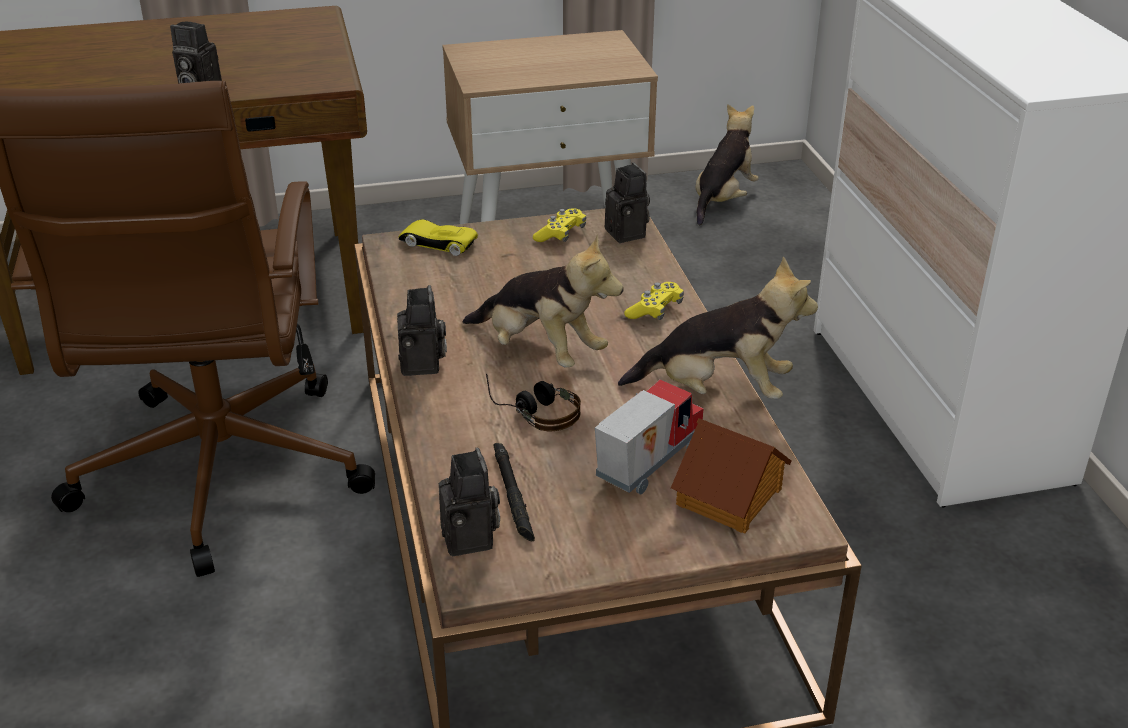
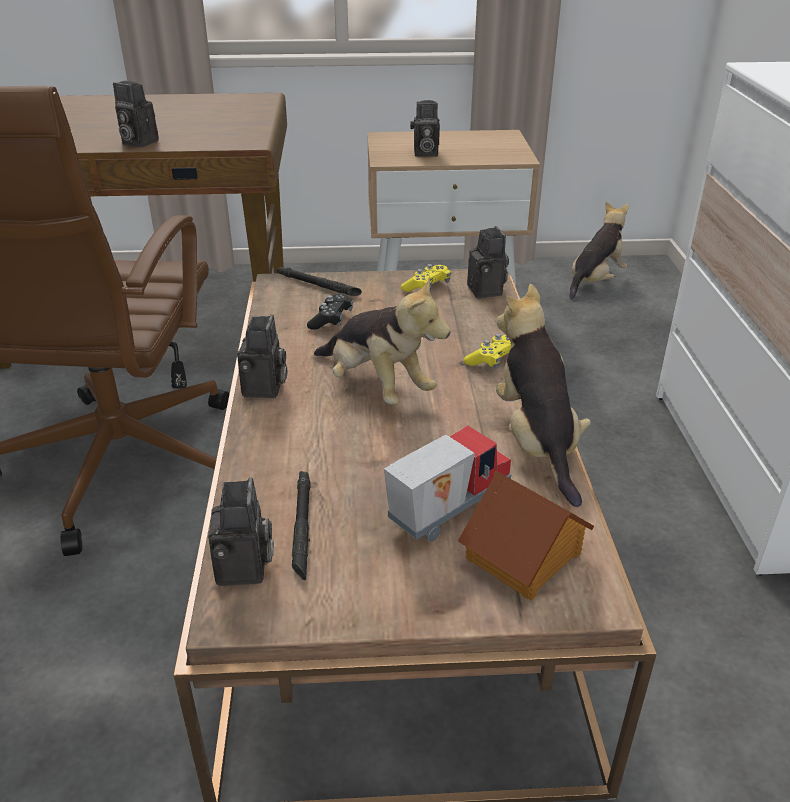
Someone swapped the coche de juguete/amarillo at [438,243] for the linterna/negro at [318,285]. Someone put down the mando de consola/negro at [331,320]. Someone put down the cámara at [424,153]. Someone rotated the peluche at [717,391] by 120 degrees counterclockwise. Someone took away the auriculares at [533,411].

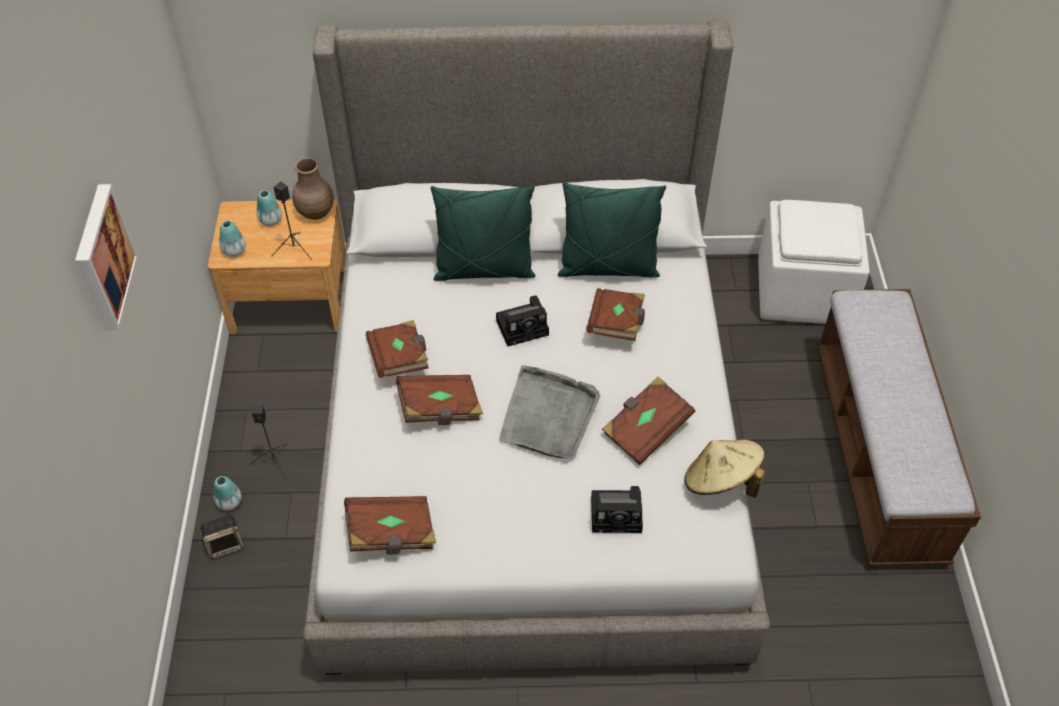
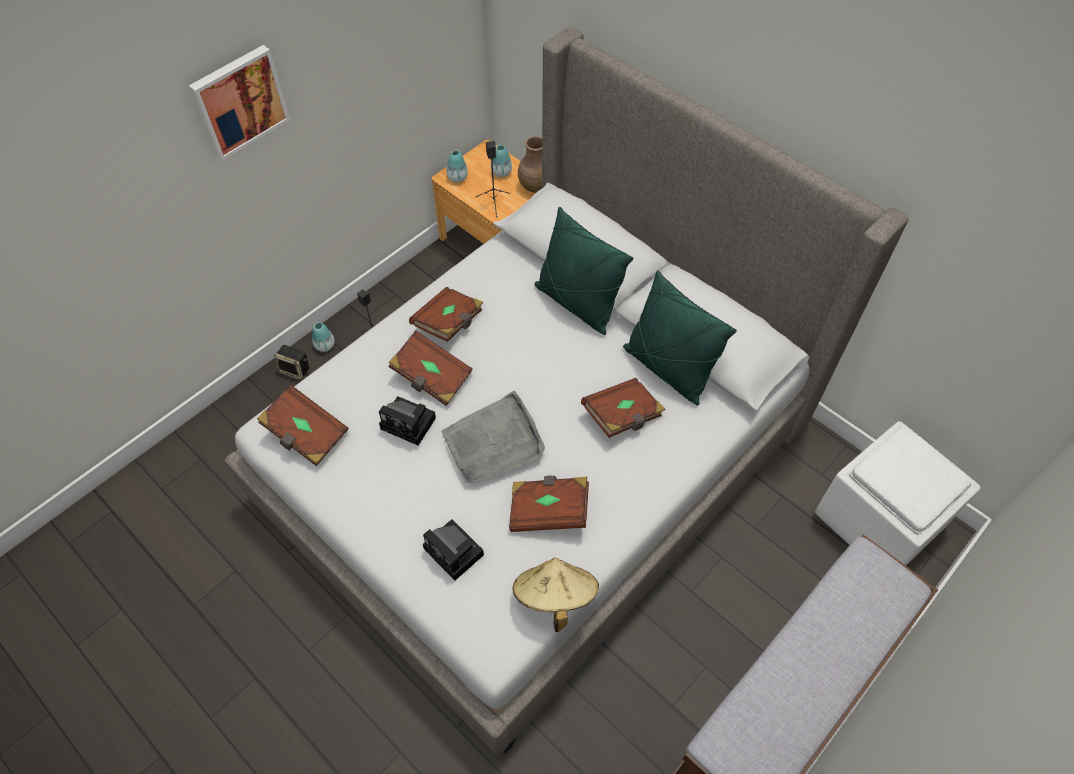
Someone carried the cámara from [524,326] to [410,424].

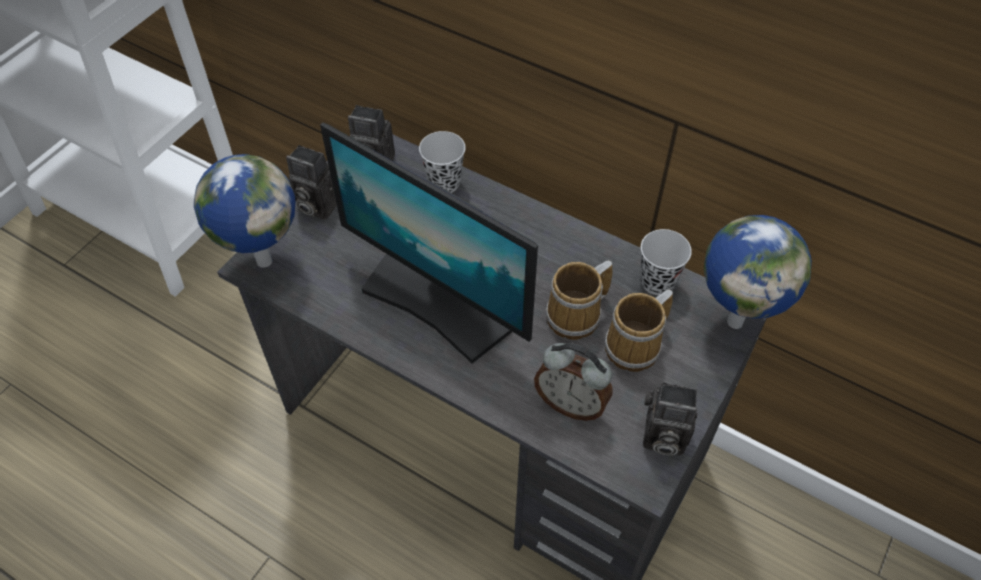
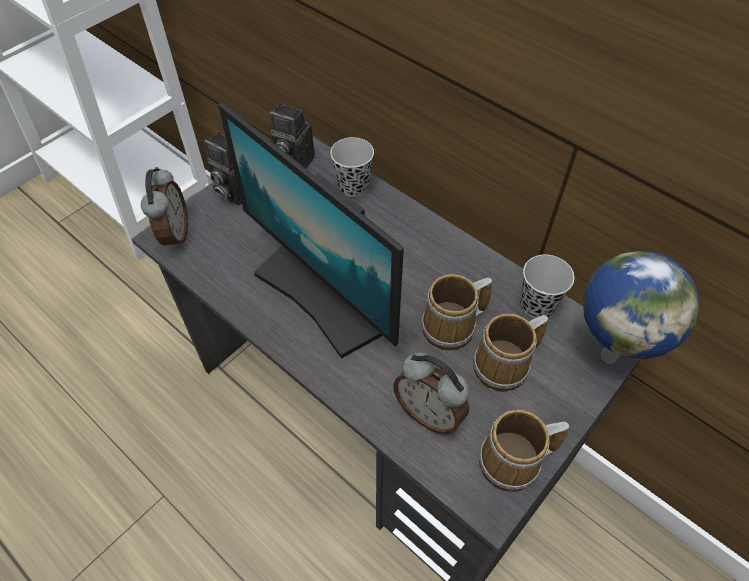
Someone swapped the globo terráqueo at [263,260] for the despertador at [174,234]. Someone swapped the cámara at [661,437] for the taza grande at [514,463].

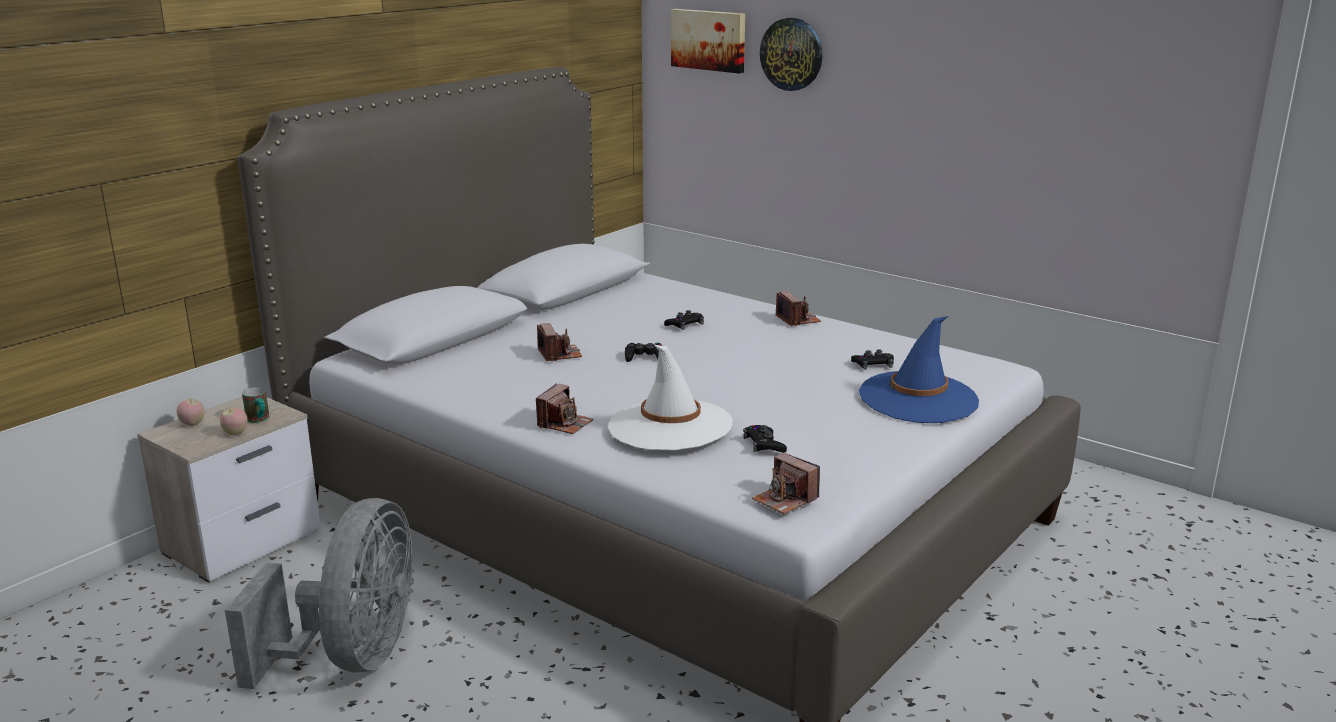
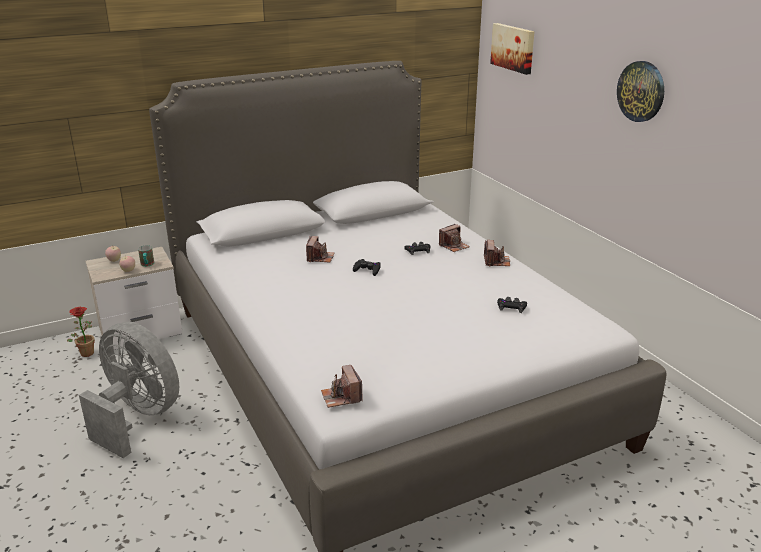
Someone put down the planta en maceta at [86,352]. Someone rotated the ventilador/gris at [353,657] by 90 degrees counterclockwise. Someone carried the cámara from [564,424] to [454,246]. Someone carried the reloj de pared from [792,54] to [641,91]. Someone took away the sombrero/blanco at [670,426]. Someone took away the mando de consola/negro at [763,445]. Someone took away the sombrero/azul at [918,398].

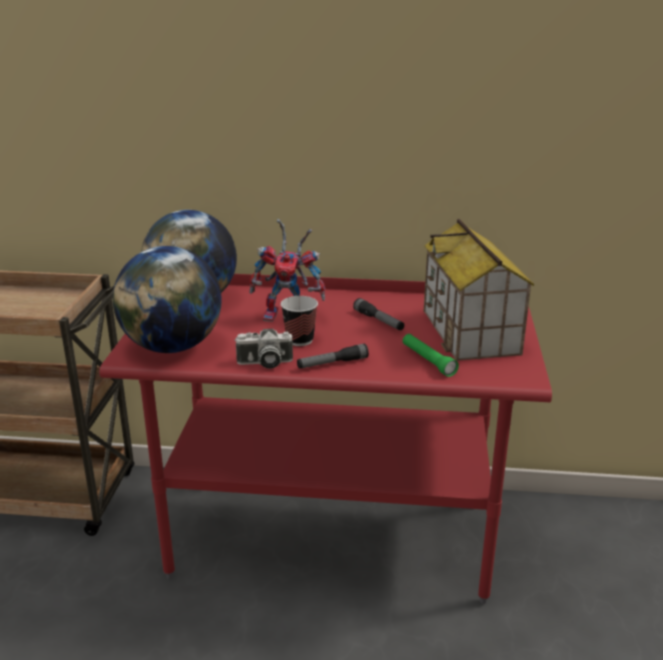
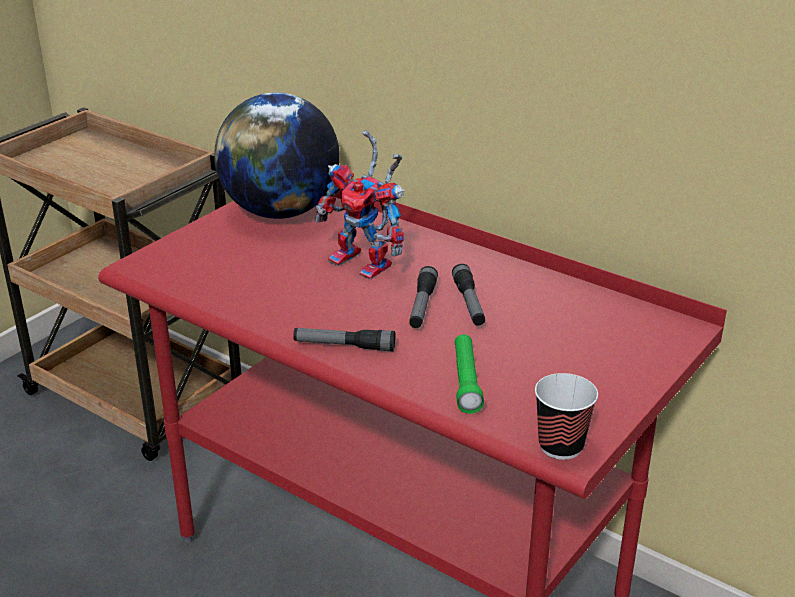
Someone put down the linterna at [422,306]. Someone carried the taza from [300,340] to [561,446]. Someone took away the globo terráqueo at [172,347]. Someone took away the cámara at [264,363]. Someone took away the casita at [471,332].

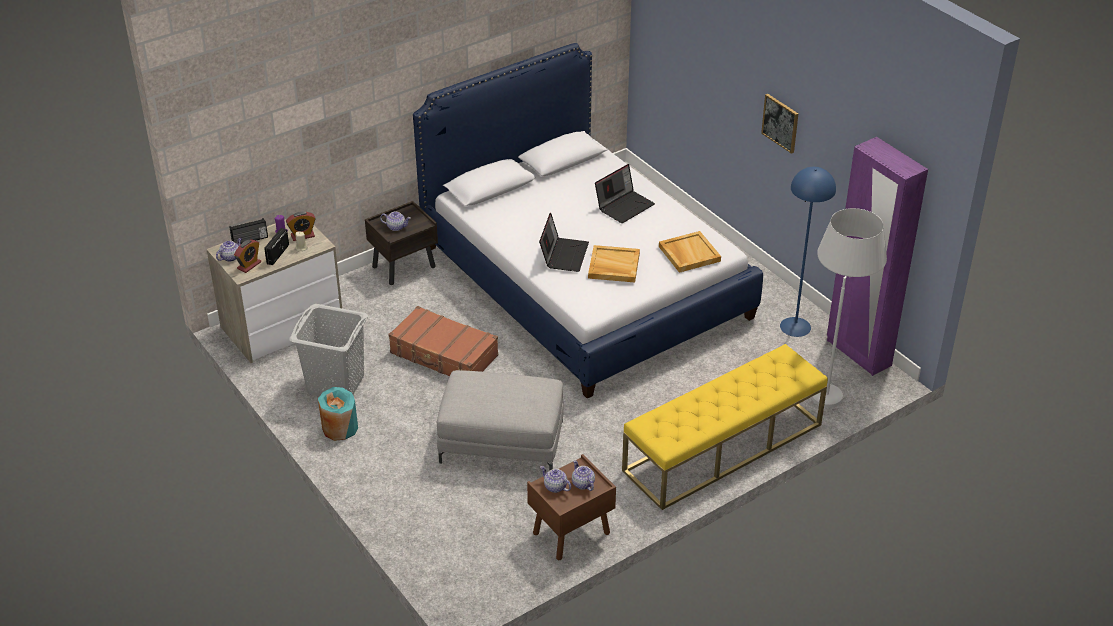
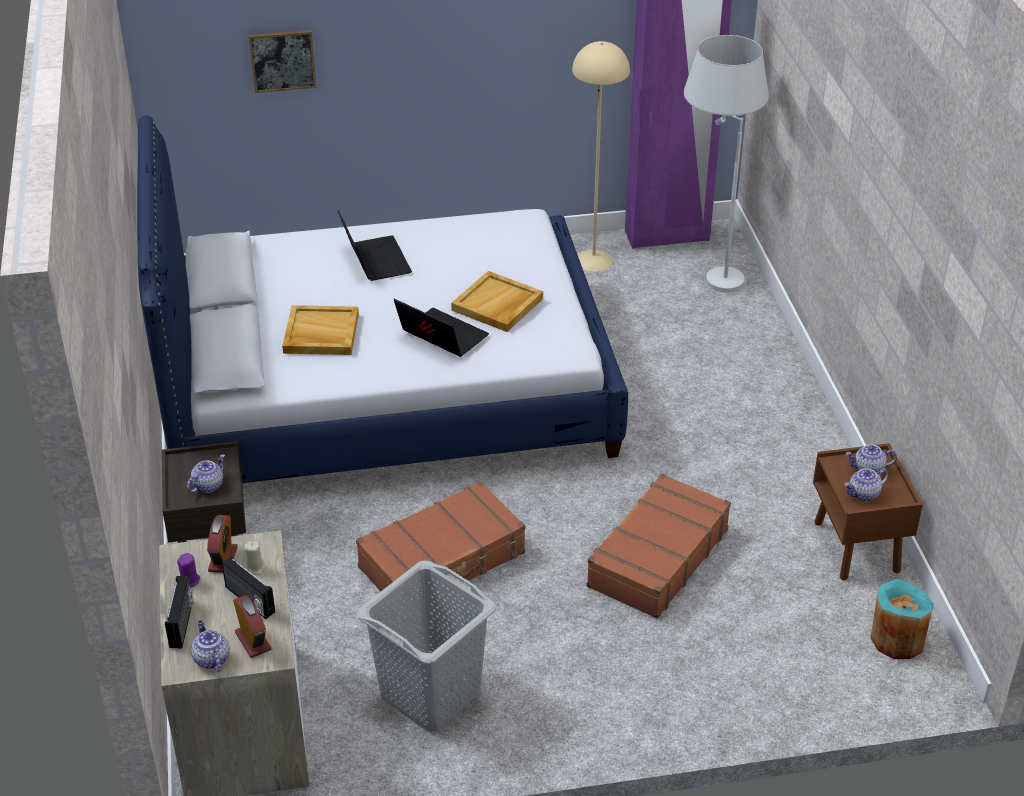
Someone carried the cuadro from [780,123] to [282,60]. Someone carried the bandeja/beis from [688,253] to [320,334]. Someone repainted the lámpara de pie/azul at [795,327], which became the lámpara de pie/beis at [594,260]. Someone swapped the puf/gris at [501,442] for the maleta/marrón at [657,558]. Someone carried the florero/turquesa from [339,428] to [897,640]. Someone took away the banco/amarillo at [723,448].

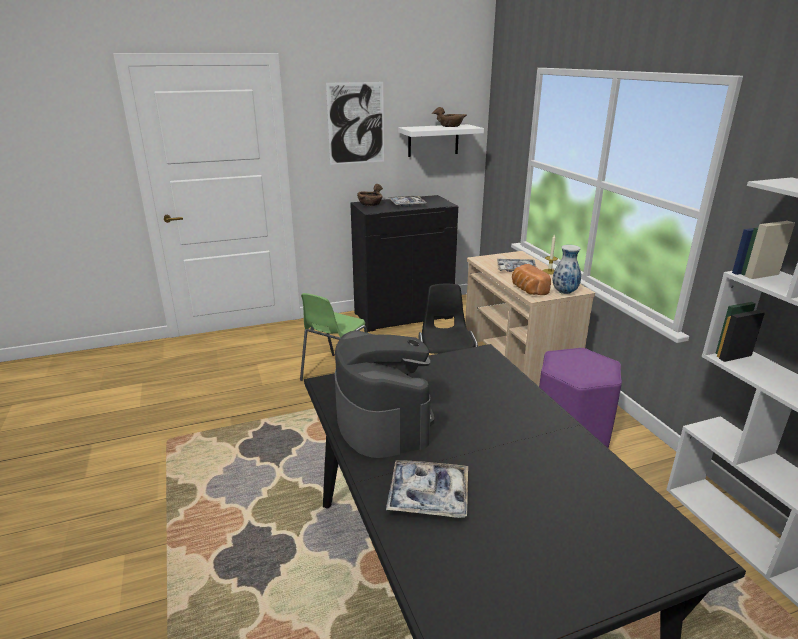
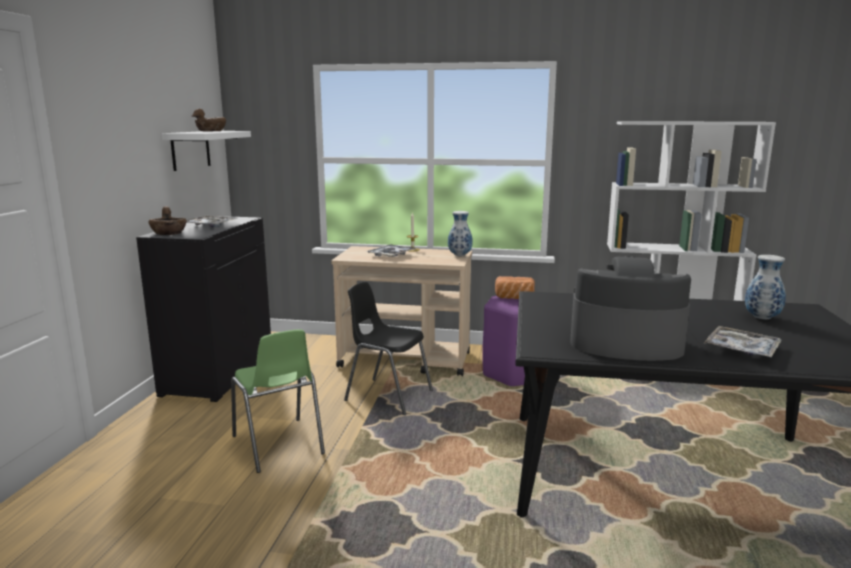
Someone carried the pan from [527,290] to [514,298]. Someone put down the florero at [761,317]. Someone took away the cuadro at [356,123].

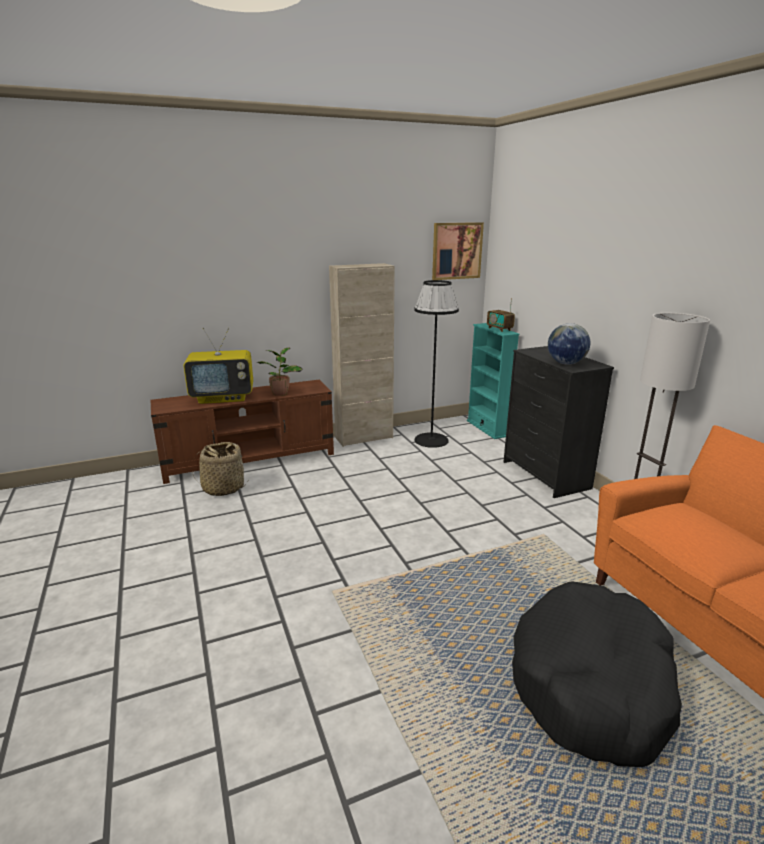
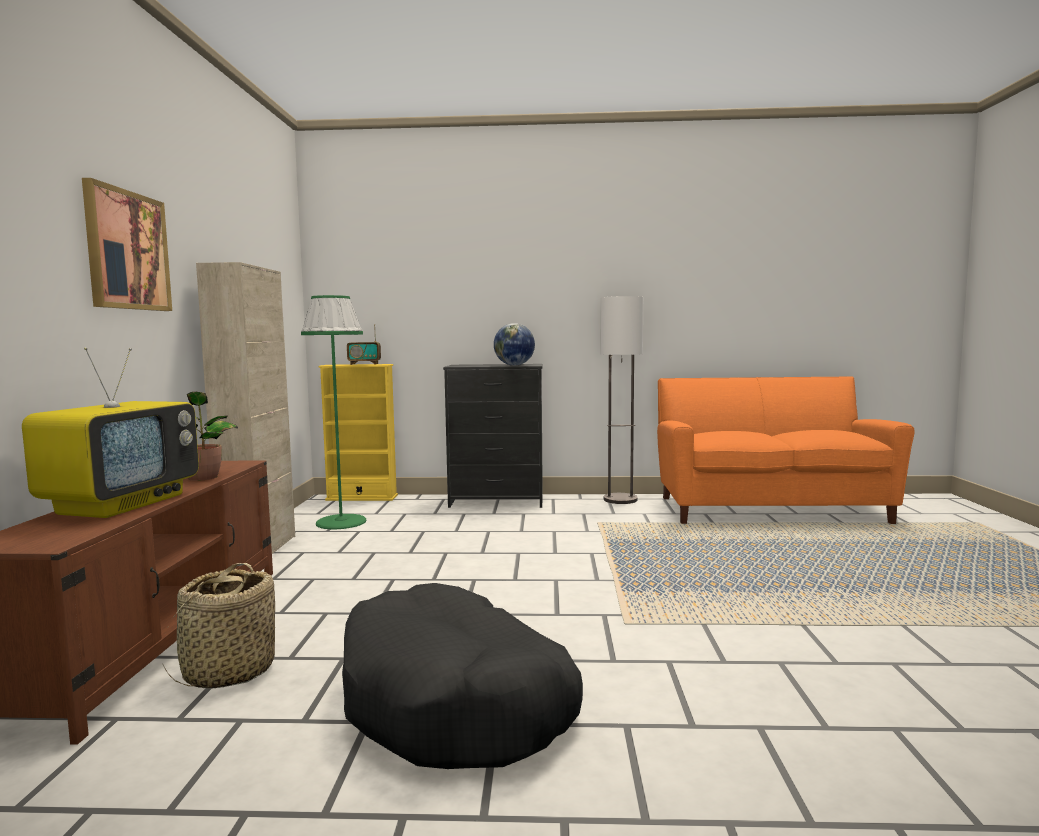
Someone carried the cuadro from [456,251] to [127,250]. Someone repainted the lámpara de pie/negro at [431,440], which became the lámpara de pie/verde at [341,522]. Someone repainted the estantería/turquesa at [487,428], which became the estantería/amarillo at [362,498]. Someone carried the cama para perro/negro from [592,684] to [456,702].

